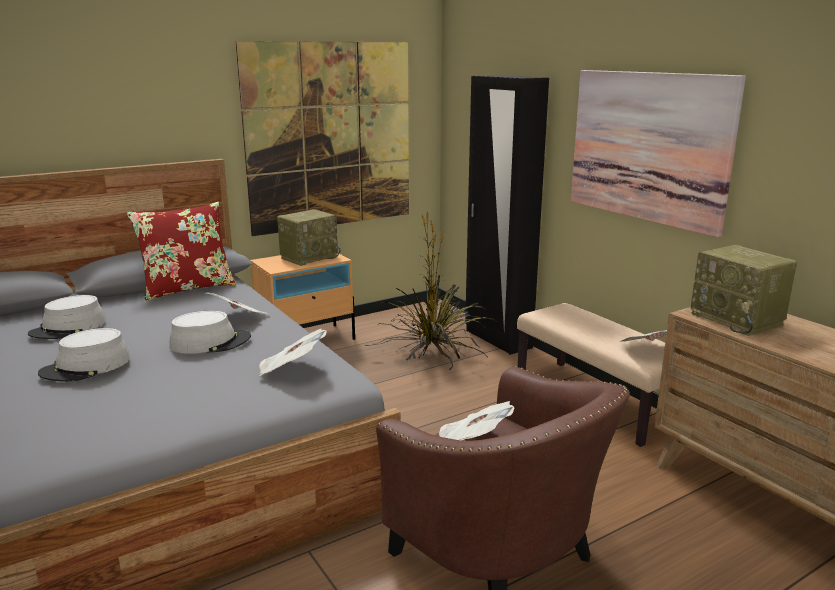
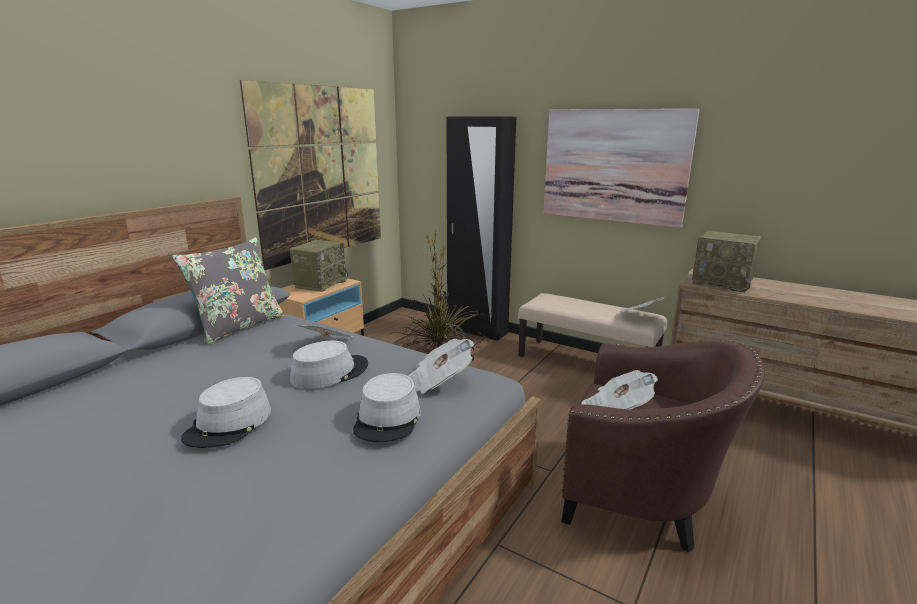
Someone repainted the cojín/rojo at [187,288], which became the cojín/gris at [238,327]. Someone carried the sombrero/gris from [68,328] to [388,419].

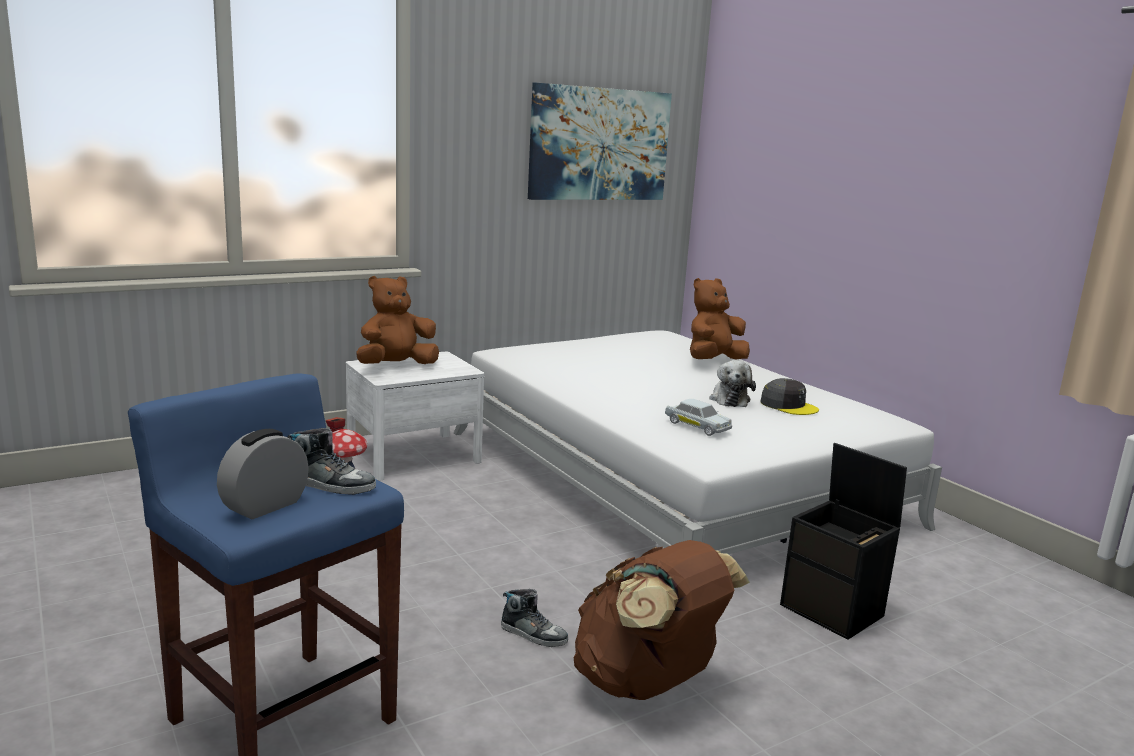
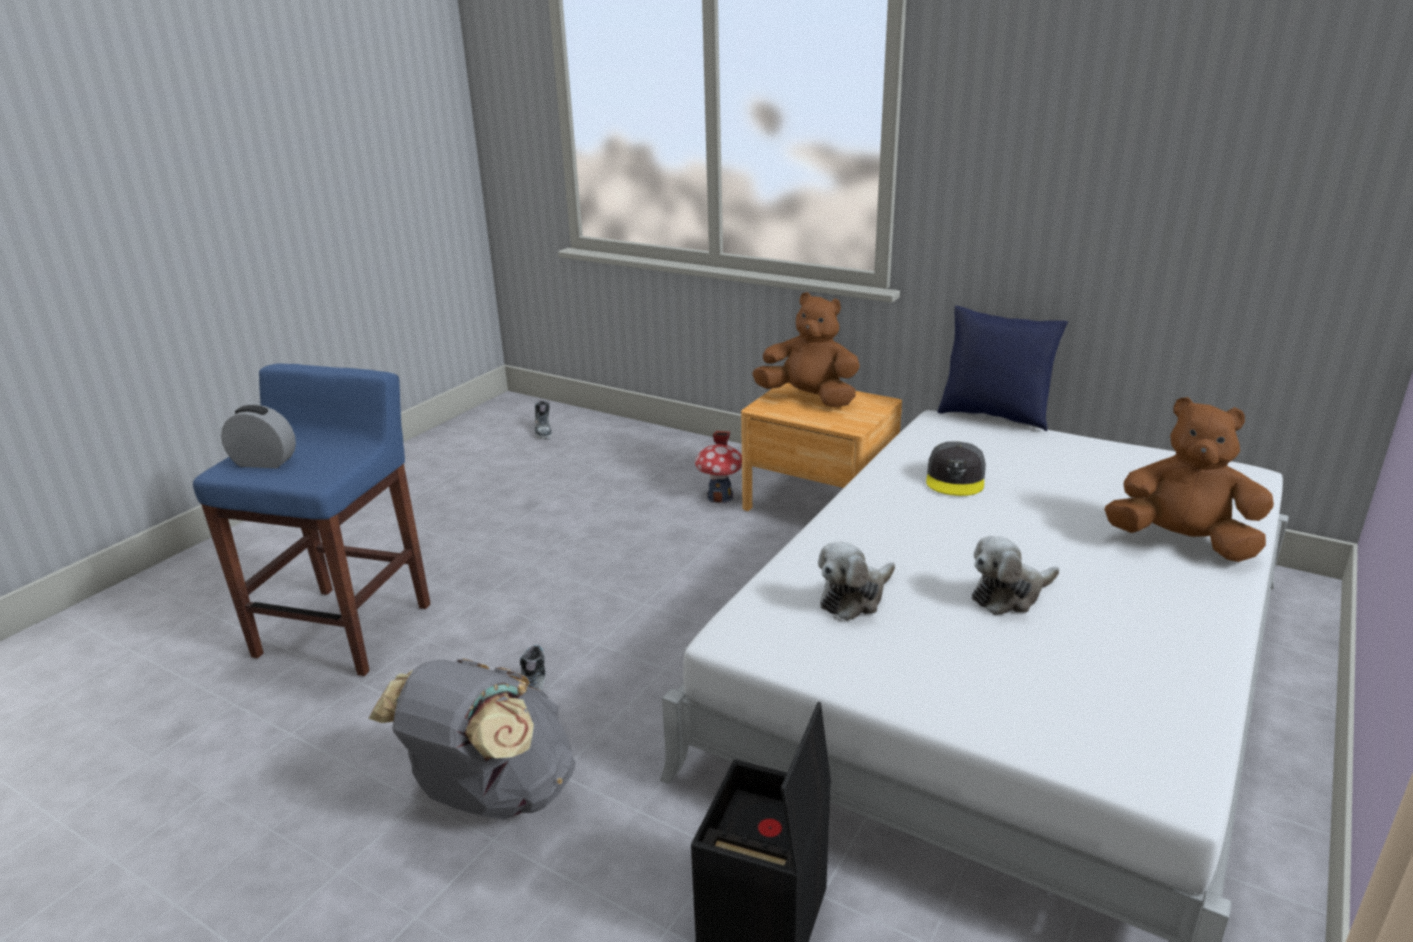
Someone repainted the mochila/marrón at [647,683], which became the mochila/gris at [491,797]. Someone carried the zapato from [330,484] to [543,431]. Someone repainted the mesita de noche/blanco at [414,456], which became the mesita de noche/marrón at [819,502]. Someone swapped the coche de juguete/blanco at [697,426] for the peluche at [854,597]. Someone carried the gorra/gris from [788,406] to [955,478]. Someone put down the cojín/azul at [994,416]. Someone took away the cuadro at [599,144].

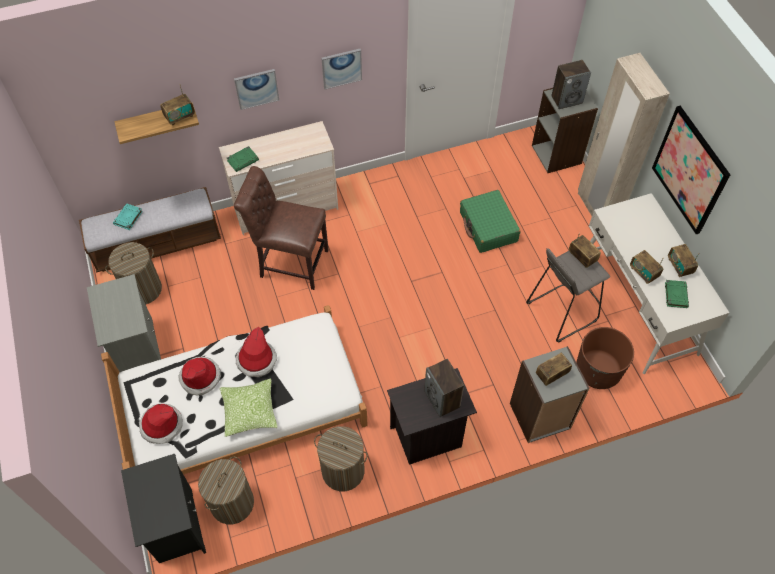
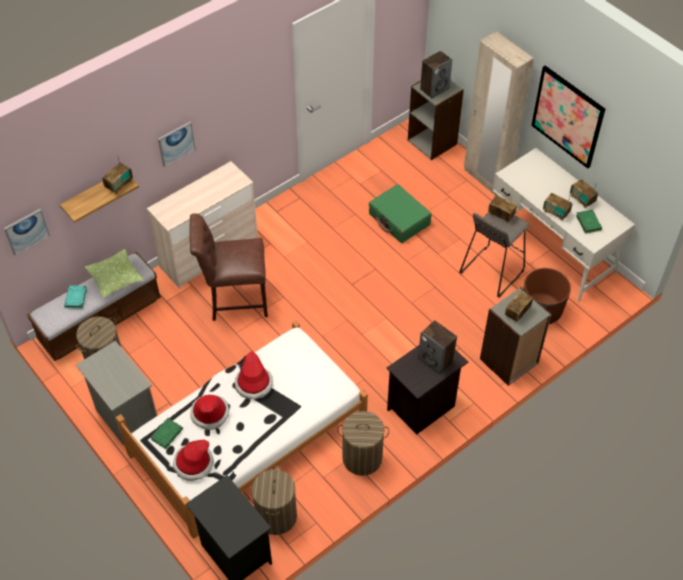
Someone carried the cuadro from [341,68] to [26,231]. Someone carried the cojín from [249,411] to [115,278]. Someone carried the libro/verde from [243,160] to [167,434].

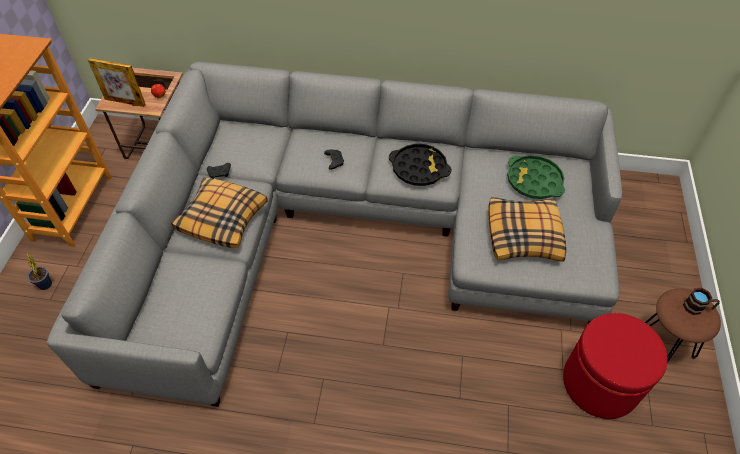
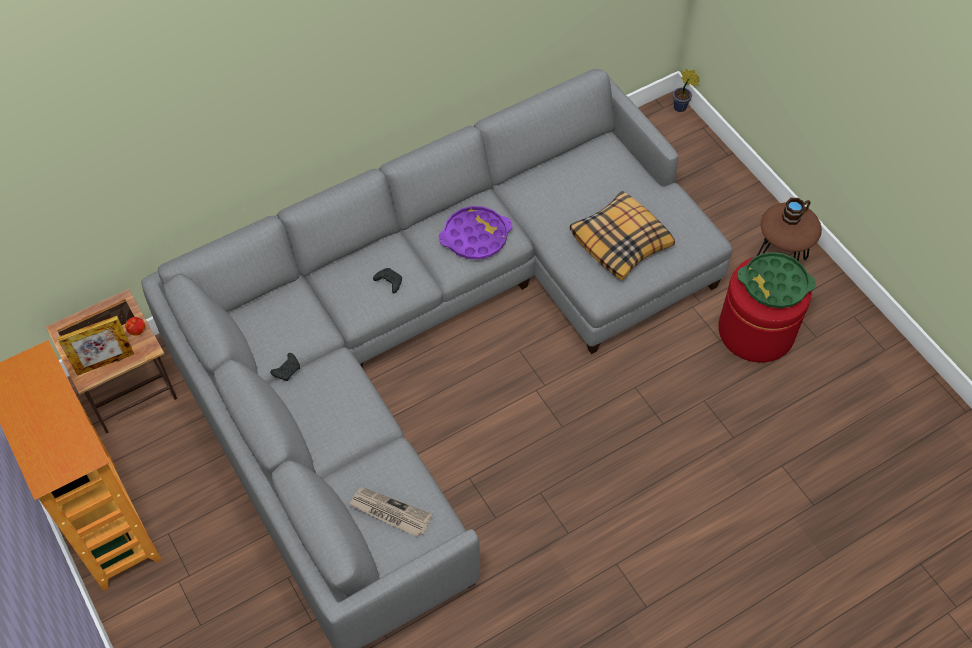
Someone put down the periódico at [389,513]. Someone repainted the bandeja/negro at [419,168], which became the bandeja/morado at [475,237]. Someone carried the planta en maceta from [45,286] to [681,108]. Someone carried the bandeja/verde from [534,181] to [774,284]. Someone took away the cojín at [222,218].

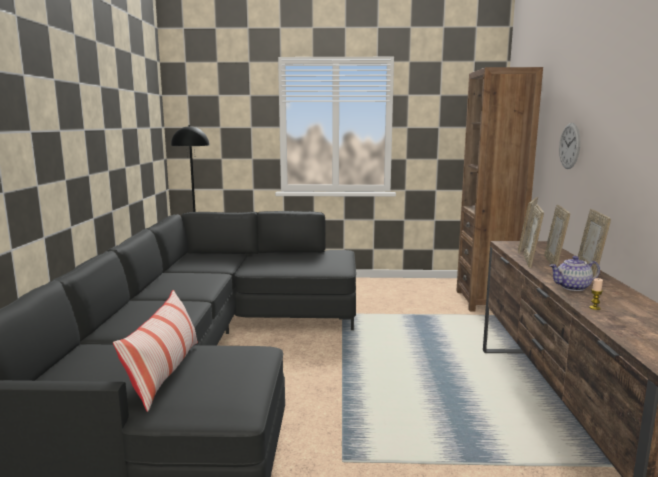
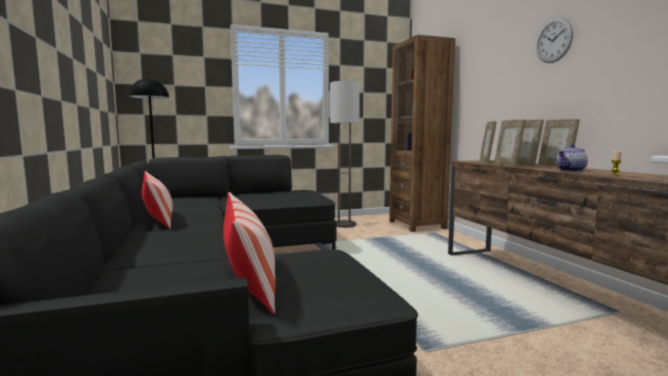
Someone put down the cojín at [158,219]. Someone put down the lámpara de pie at [344,224]. Someone carried the reloj de pared from [569,146] to [554,41].

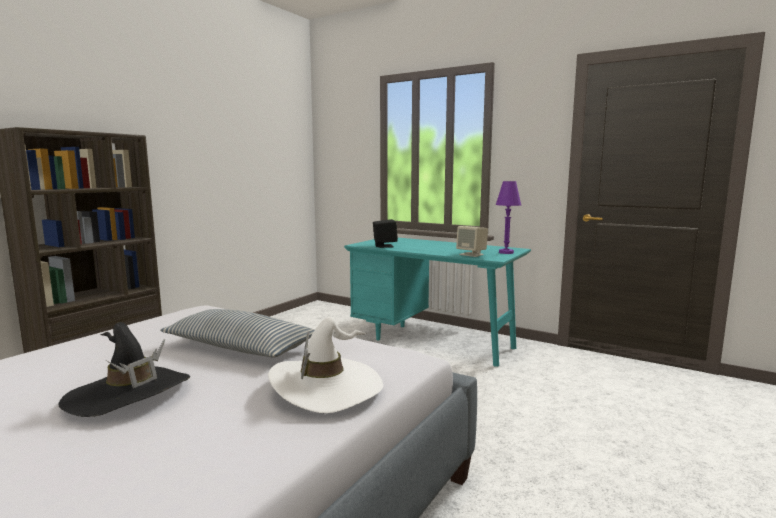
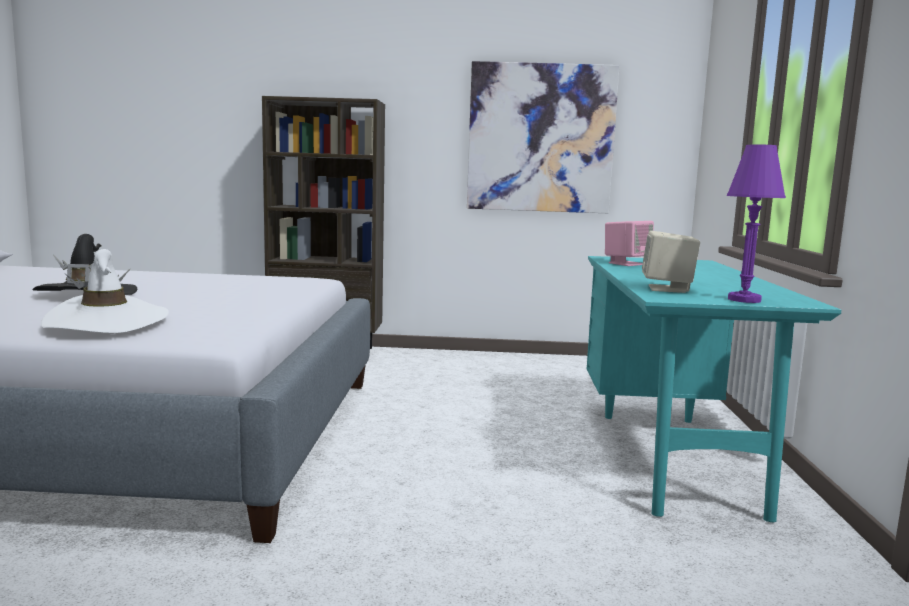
Someone put up the cuadro at [541,138]. Someone repainted the altavoz/negro at [384,246], which became the altavoz/rosa at [626,263]. Someone took away the cojín at [241,348].

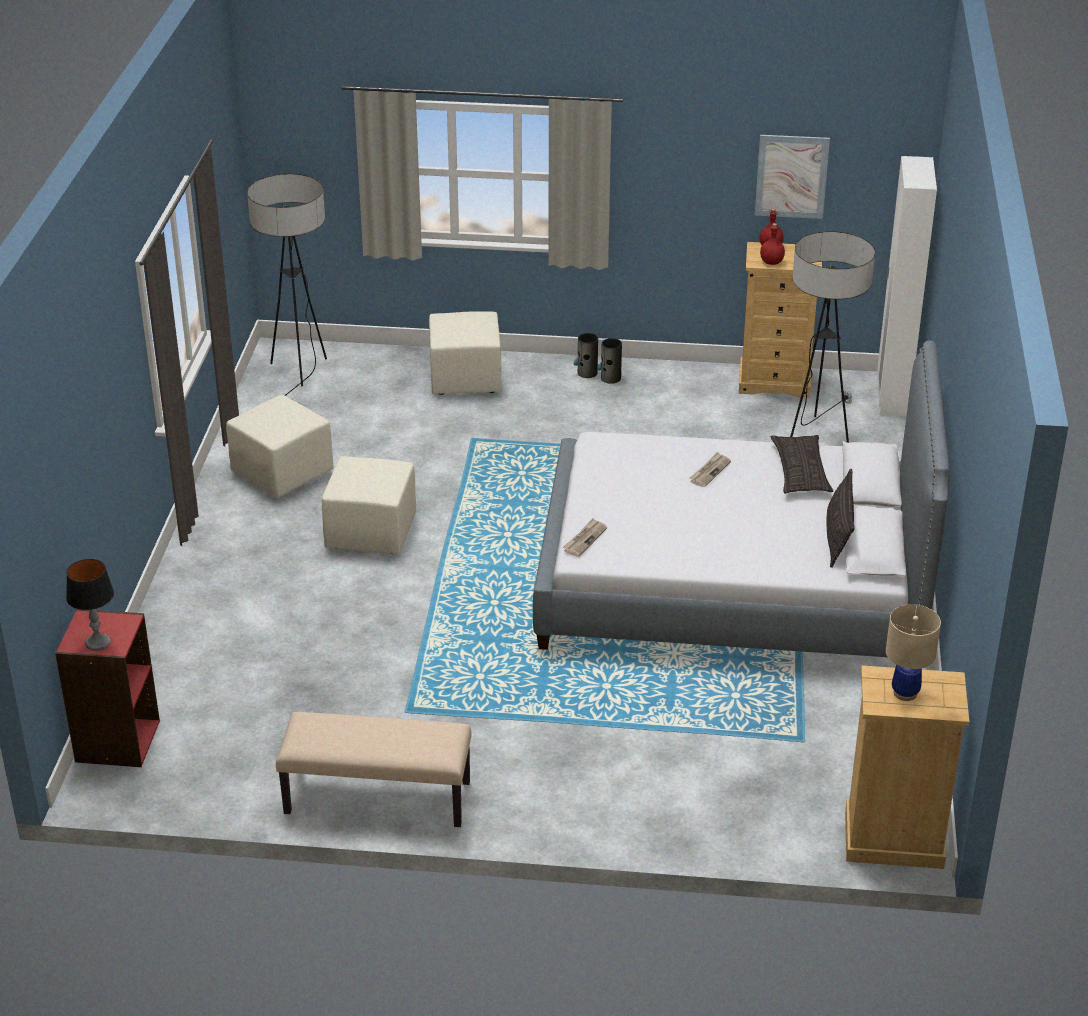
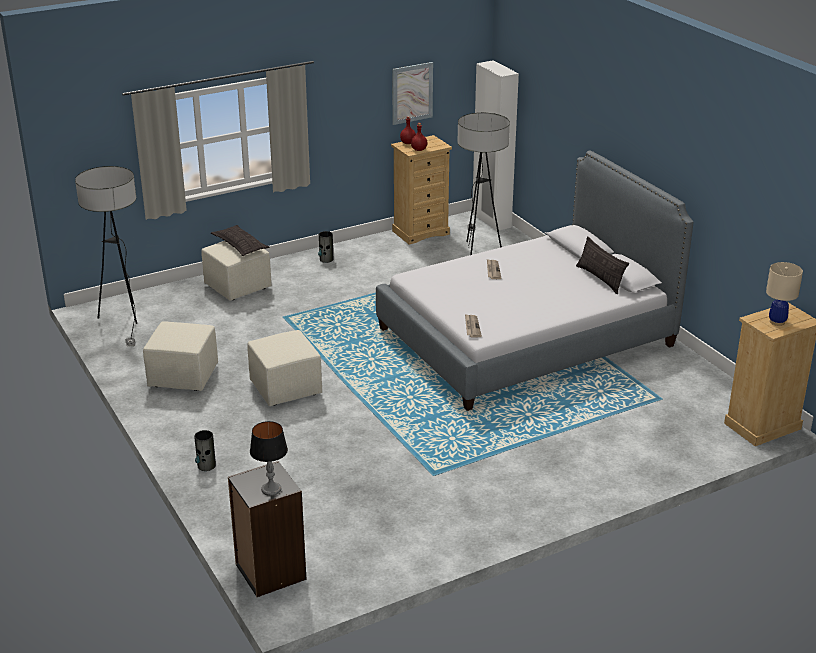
Someone carried the florero from [587,373] to [206,465]. Someone carried the cojín from [800,471] to [240,245]. Someone repainted the estantería/rojo at [116,741], which became the estantería/negro at [269,572]. Someone took away the banco/beis at [376,798].

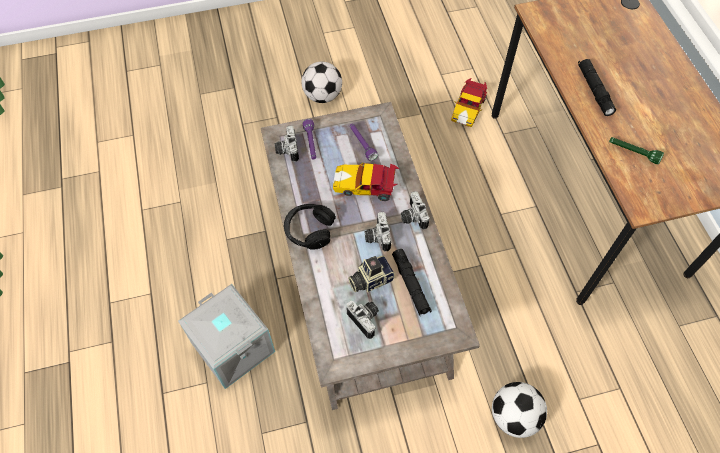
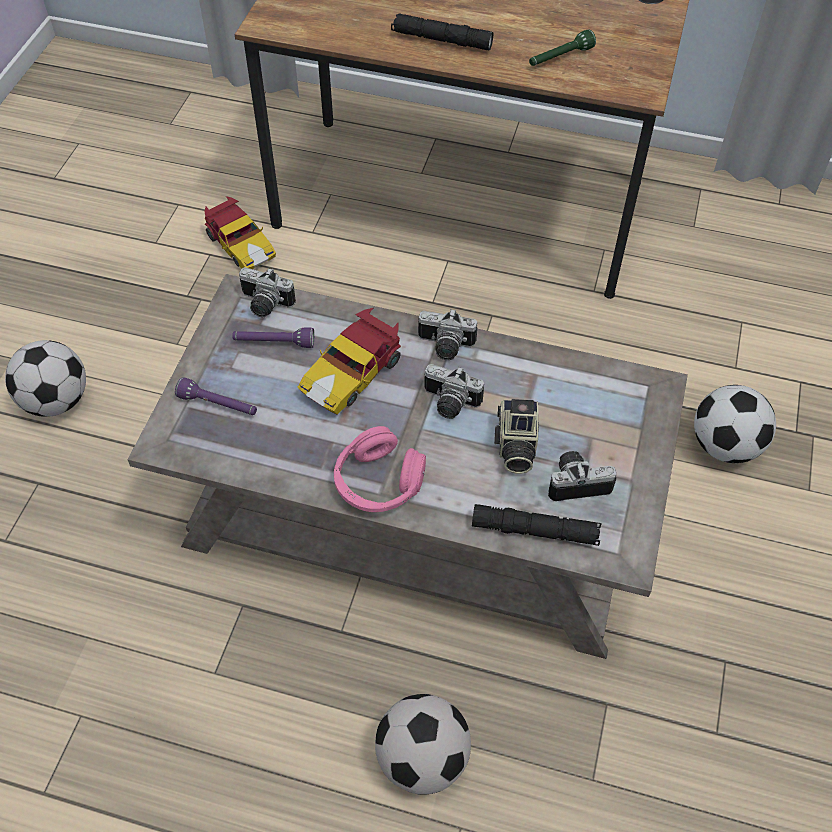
Someone carried the cámara from [286,149] to [264,305]. Someone repainted the auriculares/negro at [309,230], which became the auriculares/rosa at [378,482]. Someone swapped the caja de almacenaje/gris at [231,348] for the balón de fútbol at [422,758]. Someone carried the linterna/negro from [410,285] to [535,530].

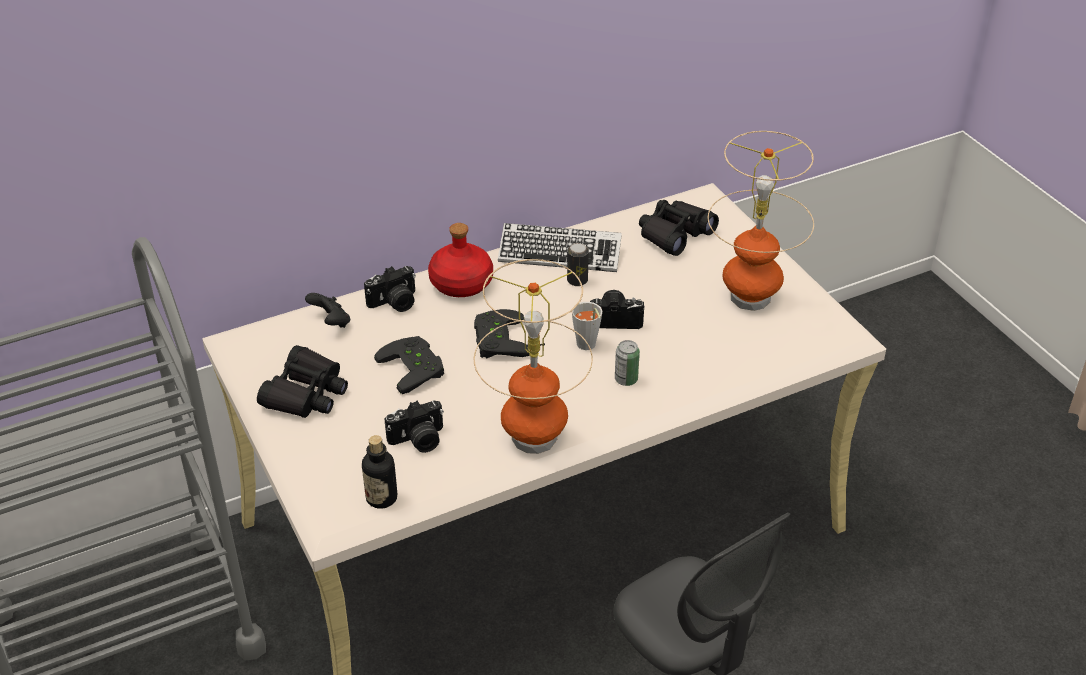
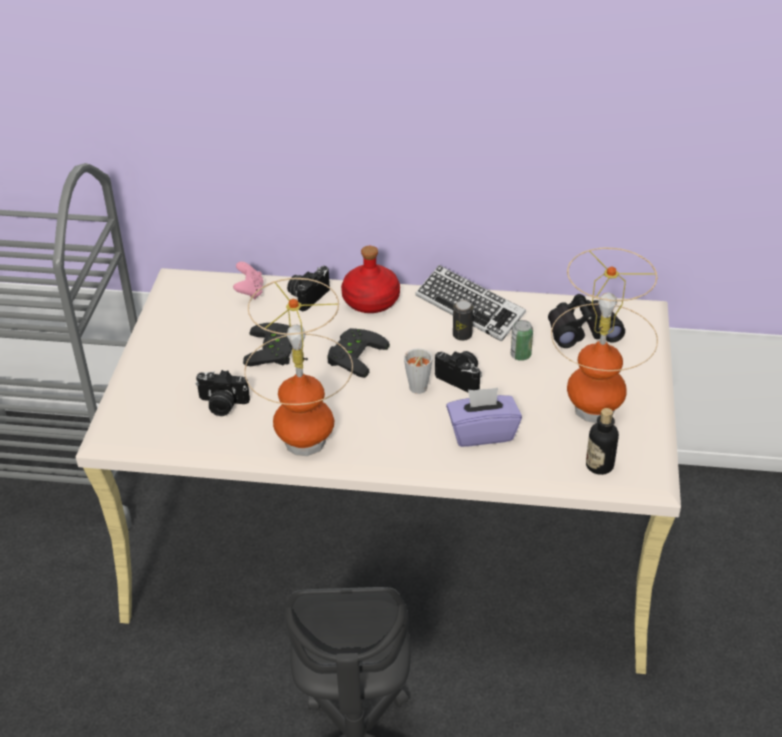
Someone repainted the mando de consola/negro at [331,322], which became the mando de consola/rosa at [250,292]. Someone rotated the cámara at [394,303] by 120 degrees clockwise. Someone put down the caja de pañuelos/morado at [482,432]. Someone carried the lata from [626,379] to [520,355]. Someone carried the botella from [381,498] to [599,465]. Someone took away the prismáticos/negro at [306,393].

